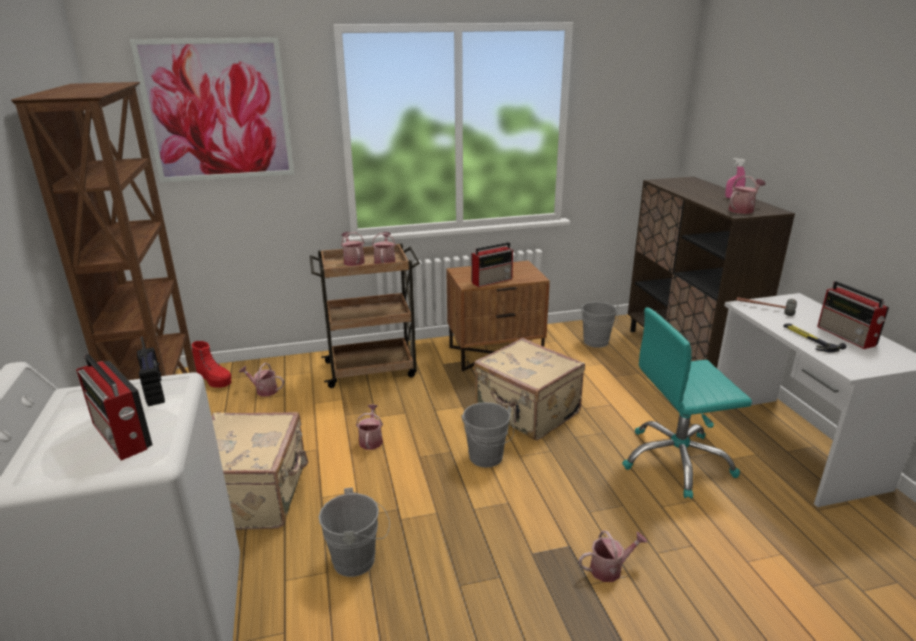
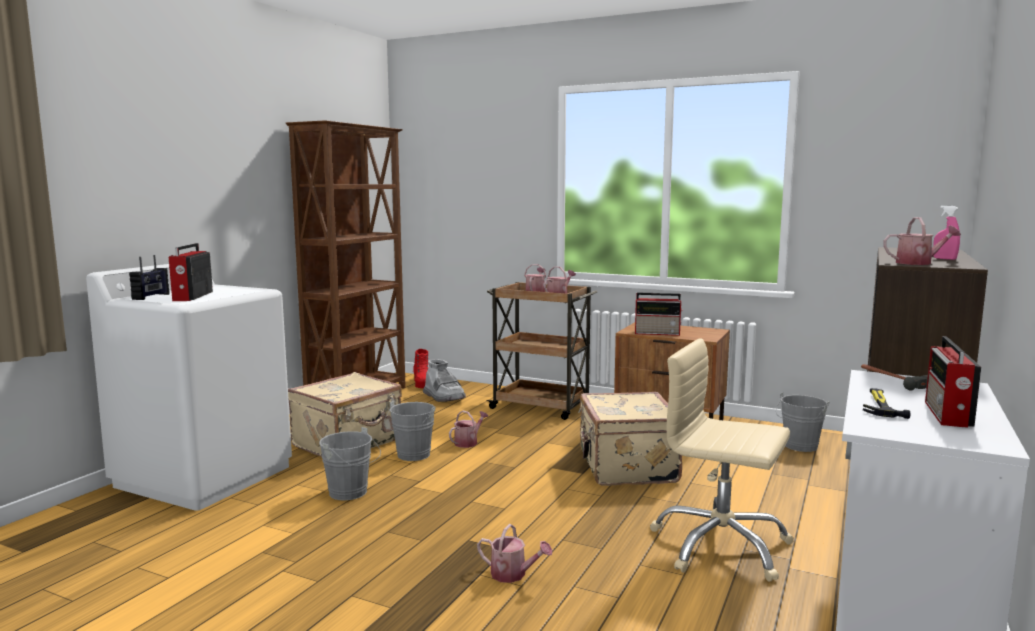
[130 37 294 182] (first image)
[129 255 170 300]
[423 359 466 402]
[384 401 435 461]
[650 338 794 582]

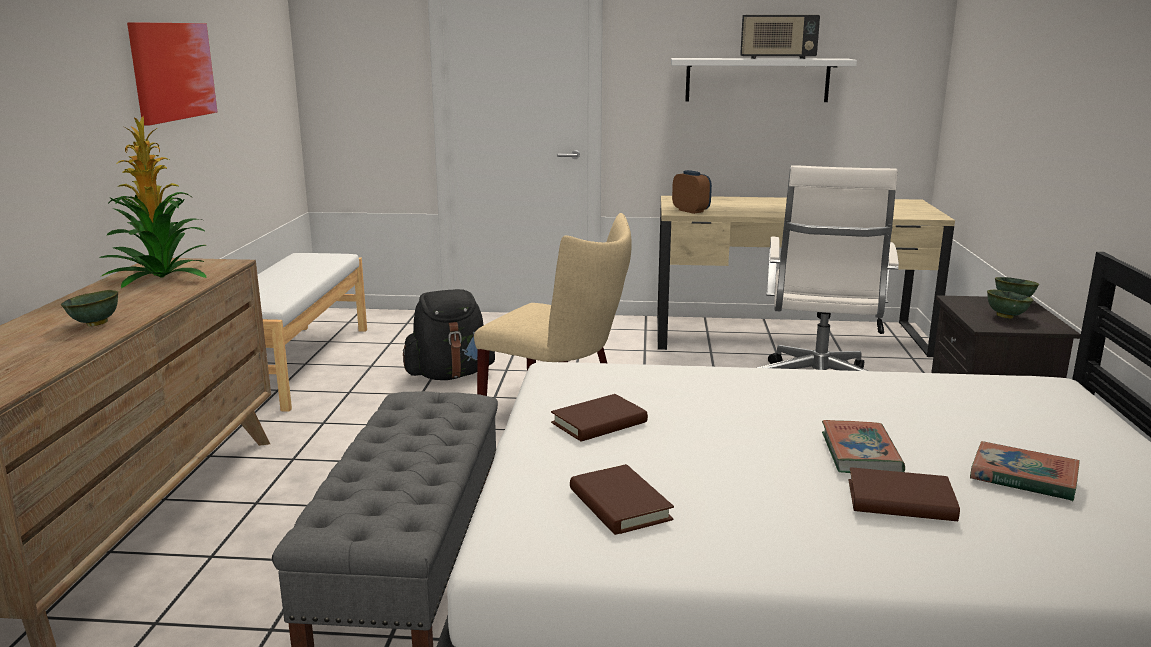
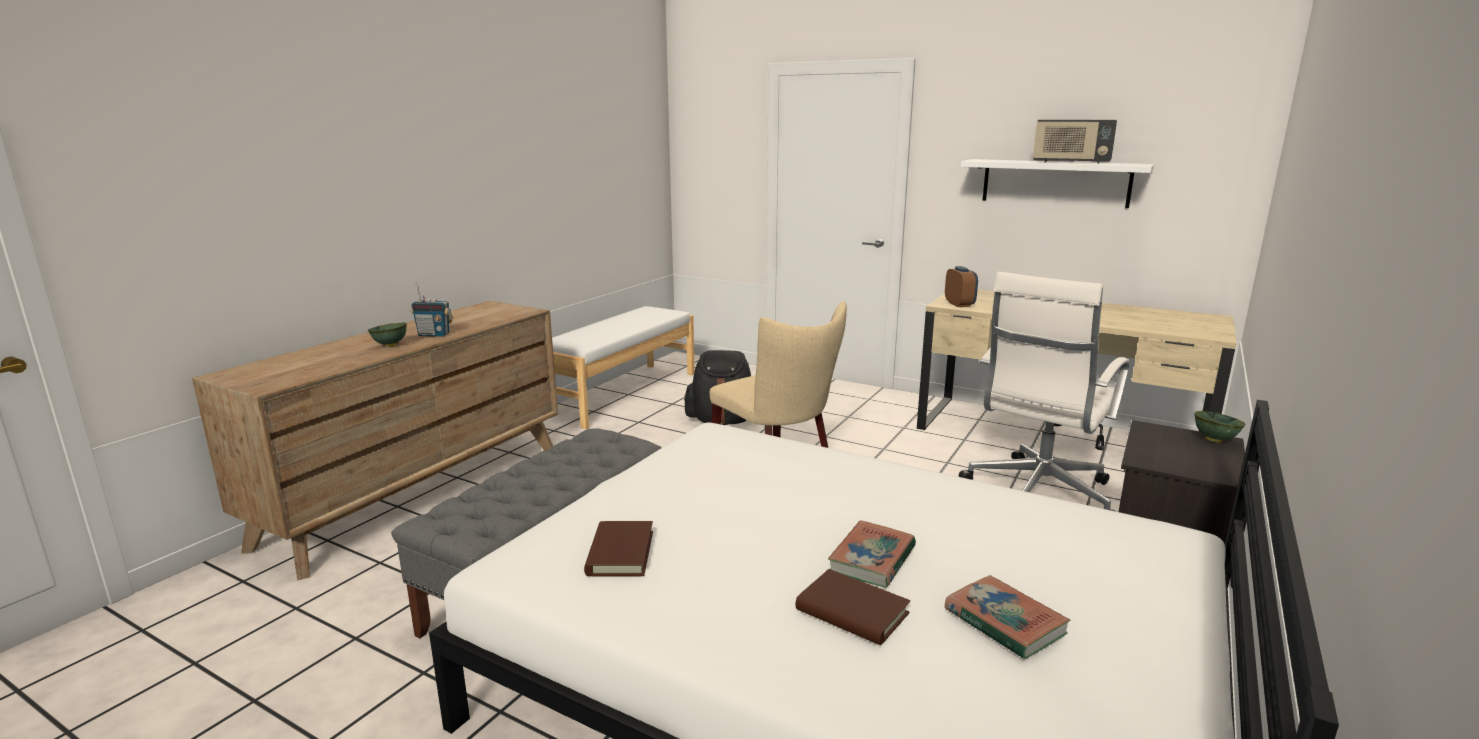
[99 115 206 288] (first image)
[127 22 217 125] (first image)
[551 394 648 442] (first image)
[987 290 1034 319] (first image)
[411 282 453 337]

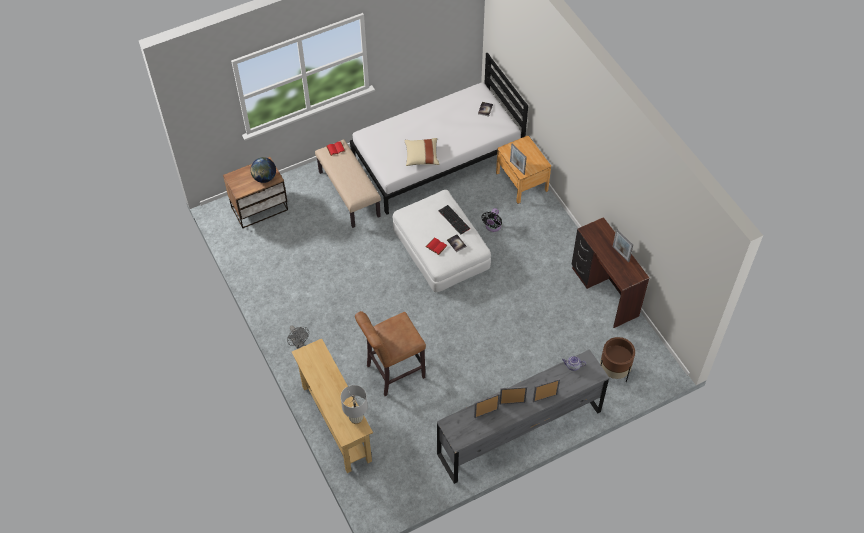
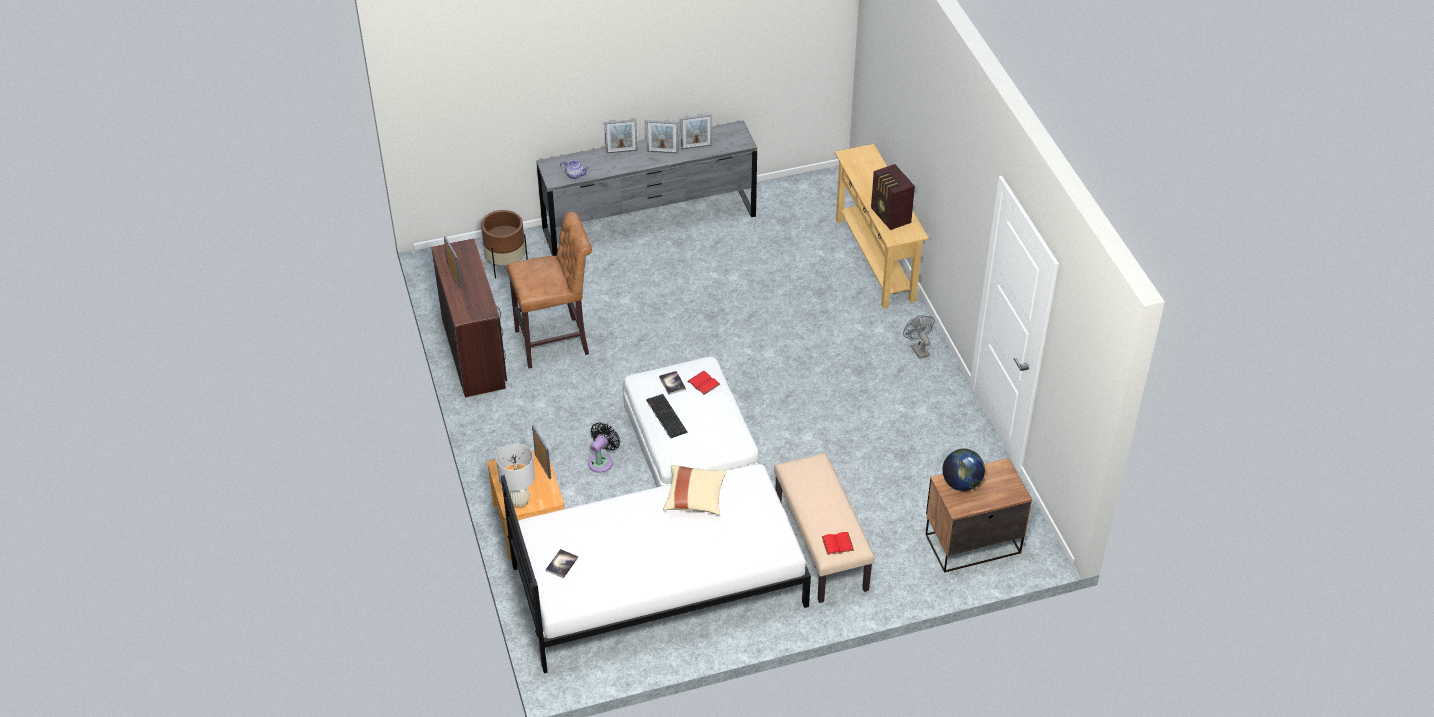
[496 443 535 508]
[507 212 592 369]
[871 164 915 230]

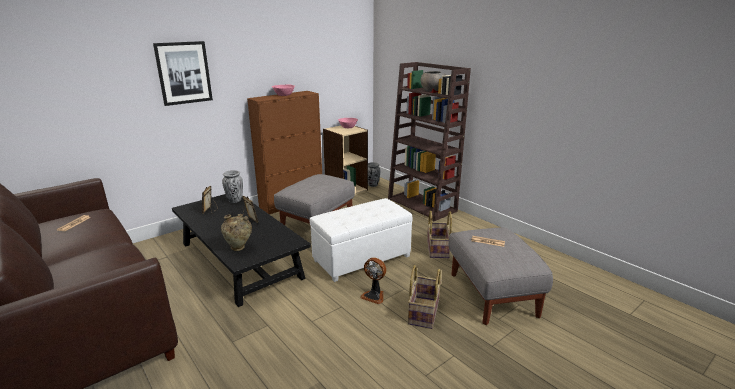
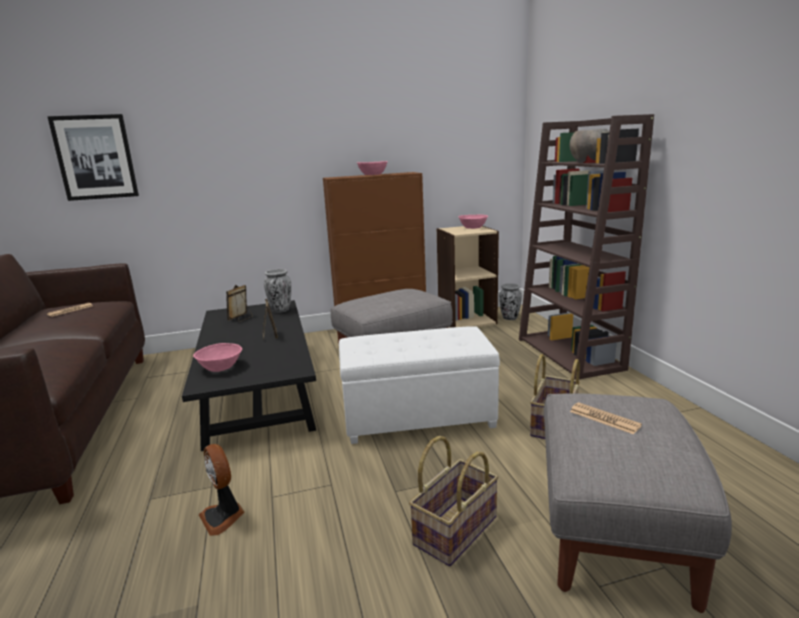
[47 114 139 201]
[193 343 242 372]
[199 444 244 536]

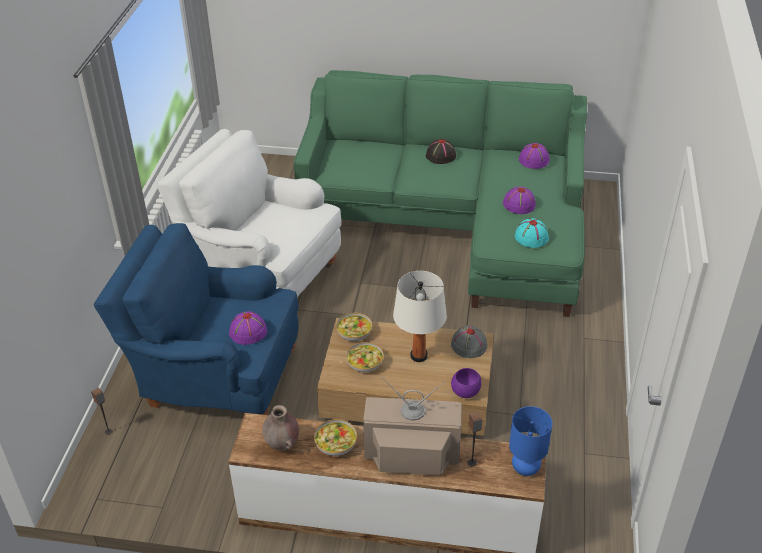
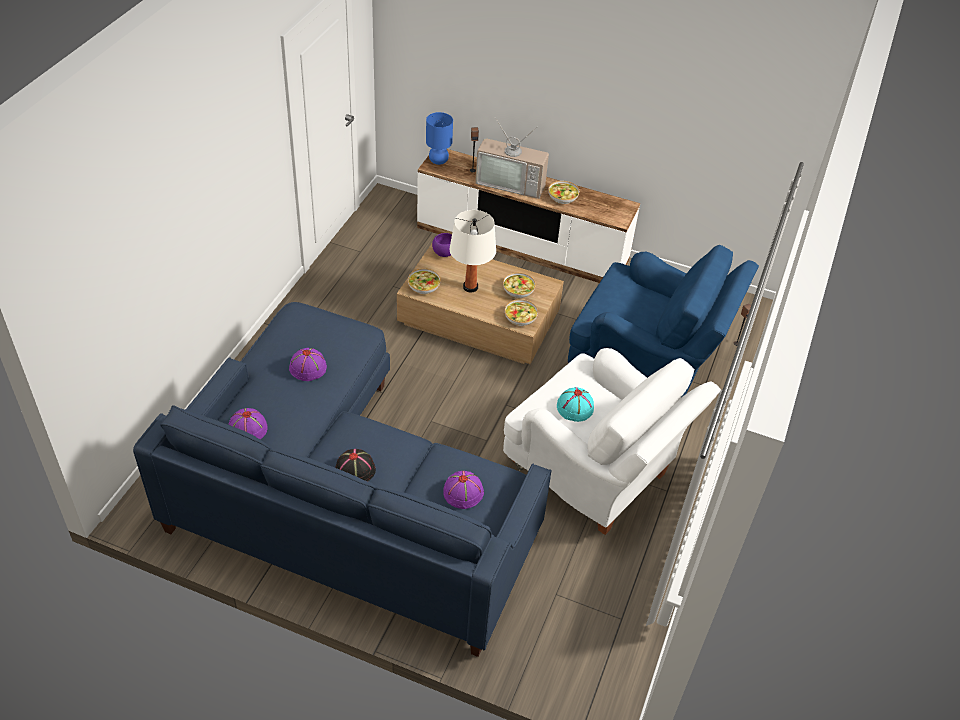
[443 471 484 509]
[262 405 299 450] (first image)
[133 302 551 657]
[408 269 441 294]
[557 387 594 422]

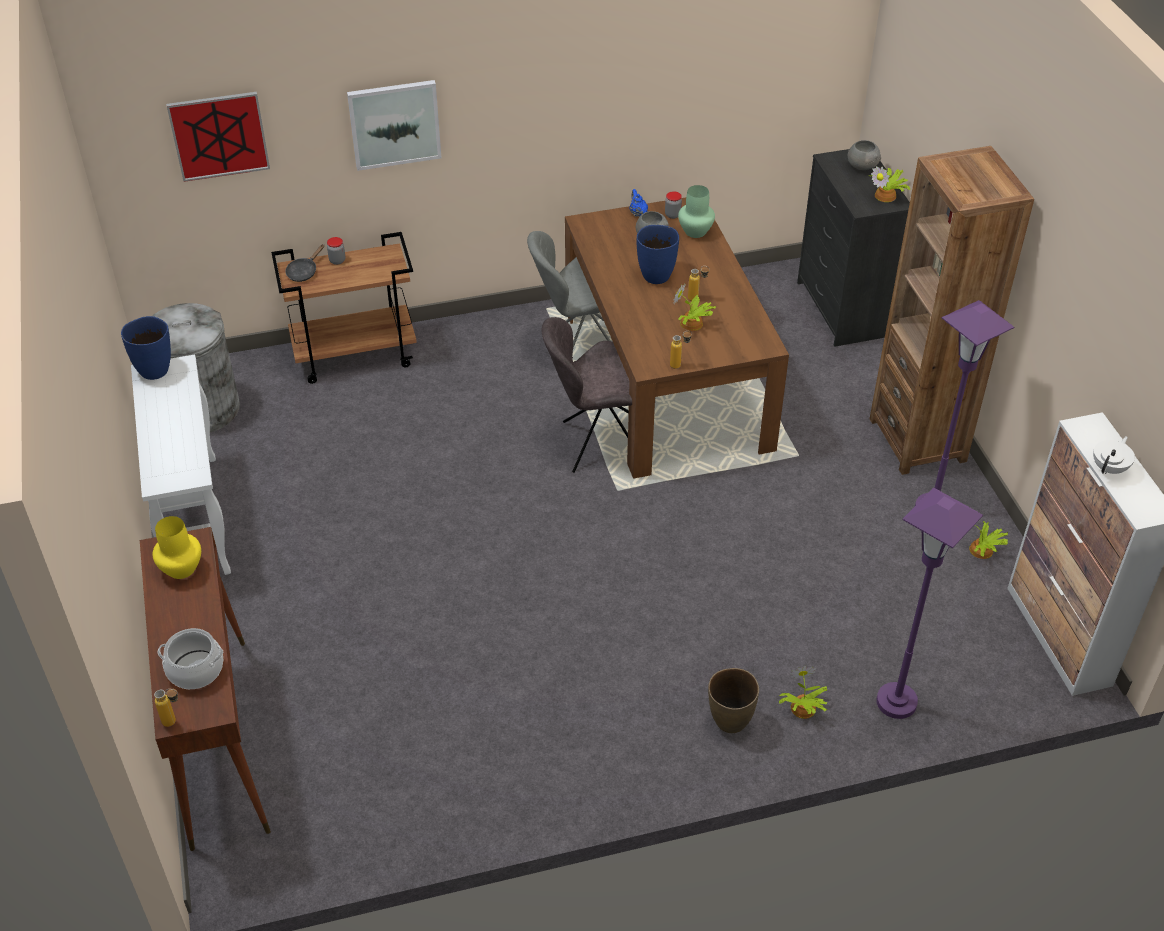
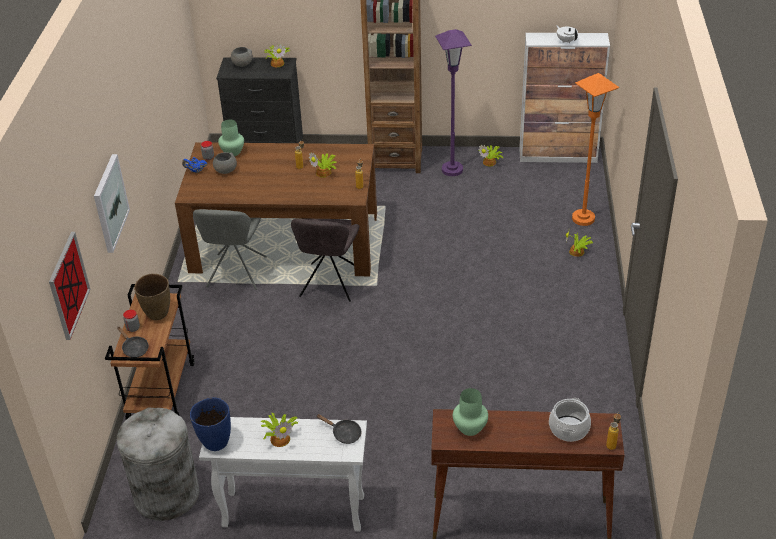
[453 388 488 436]
[636 225 679 284] (first image)
[134 274 170 320]
[572 73 619 226]
[260 412 299 447]
[316 414 362 444]

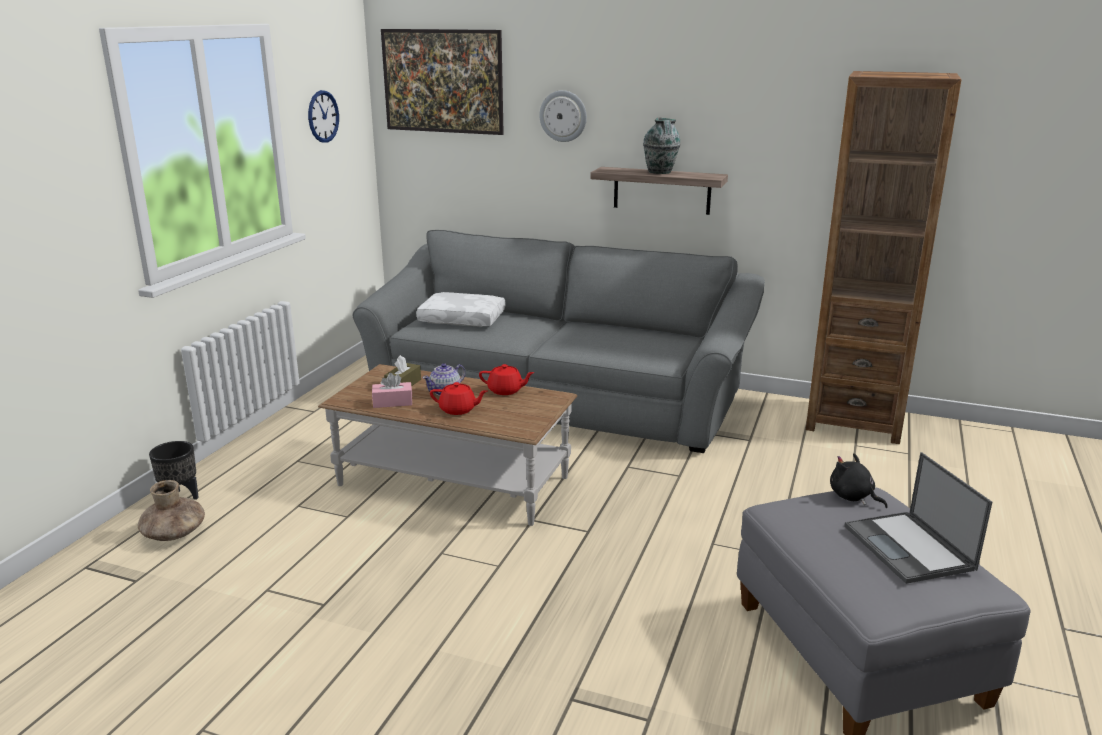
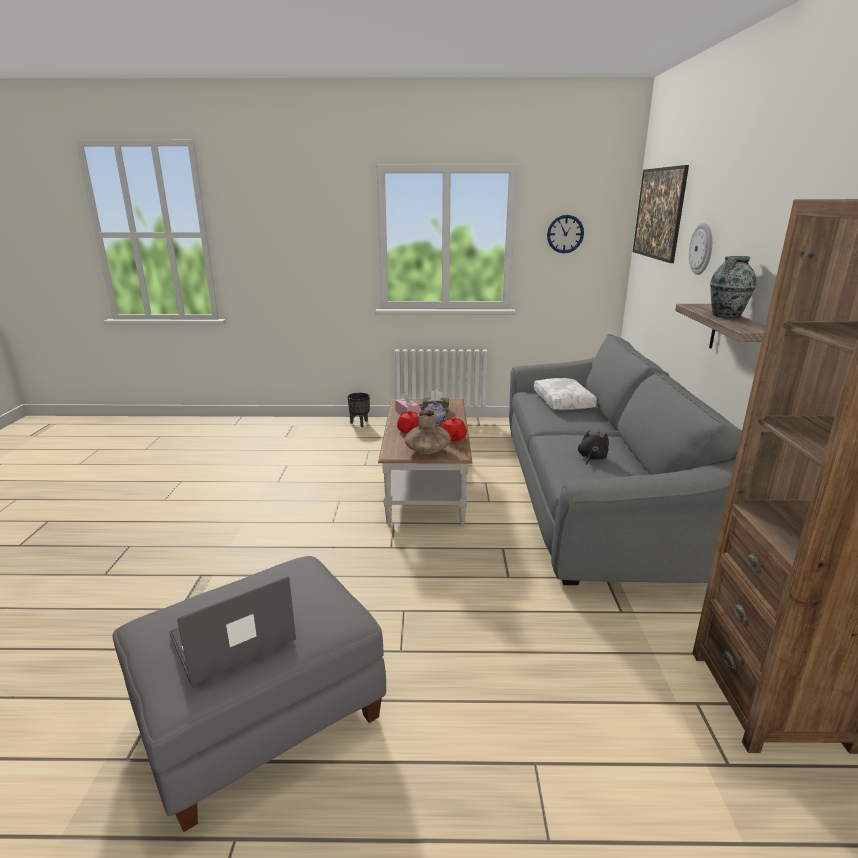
[405 410 451 454]
[578 431 609 465]

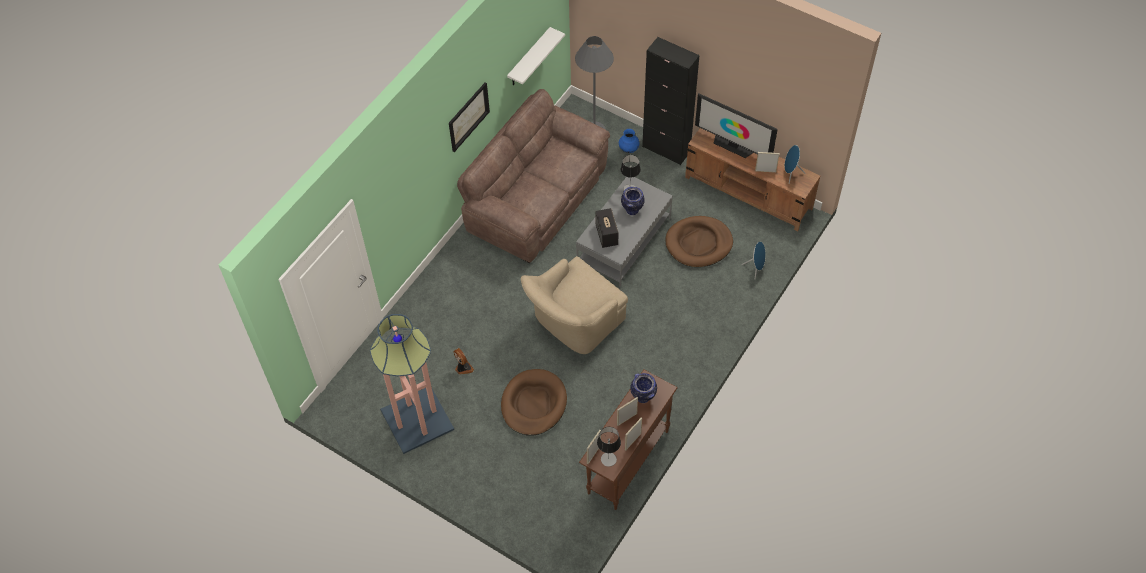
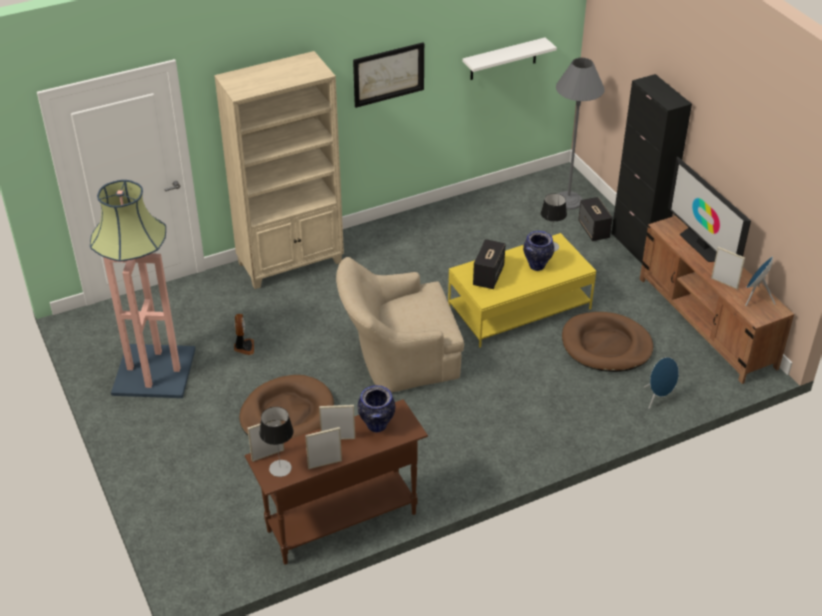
[457 89 610 263] (first image)
[448 233 596 348]
[578 197 613 241]
[214 51 344 289]

